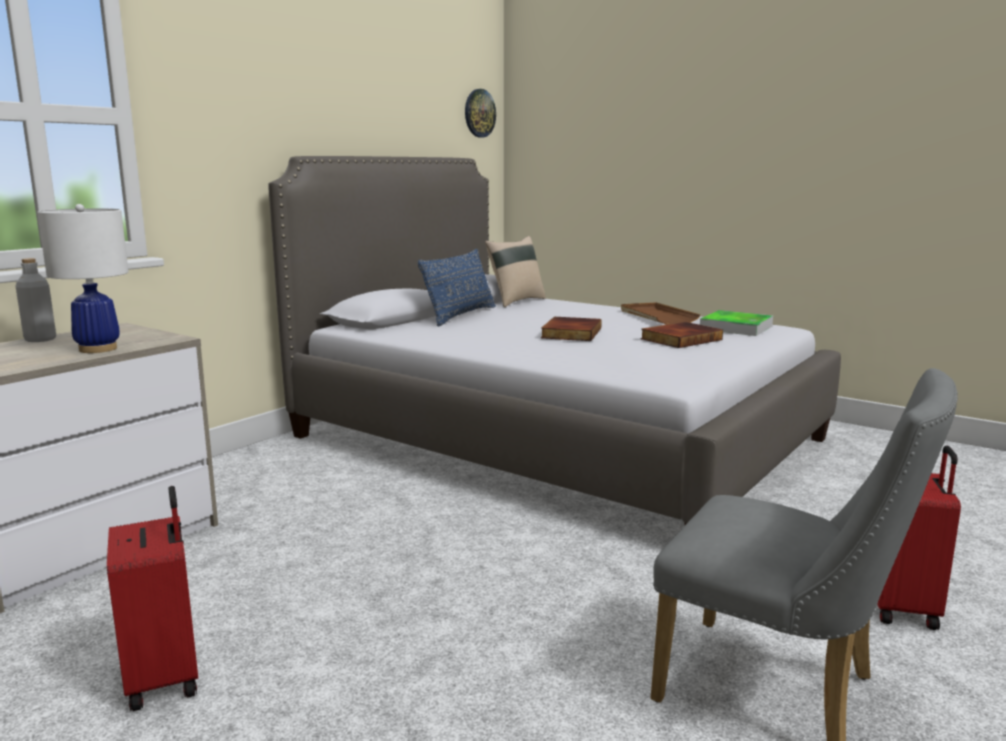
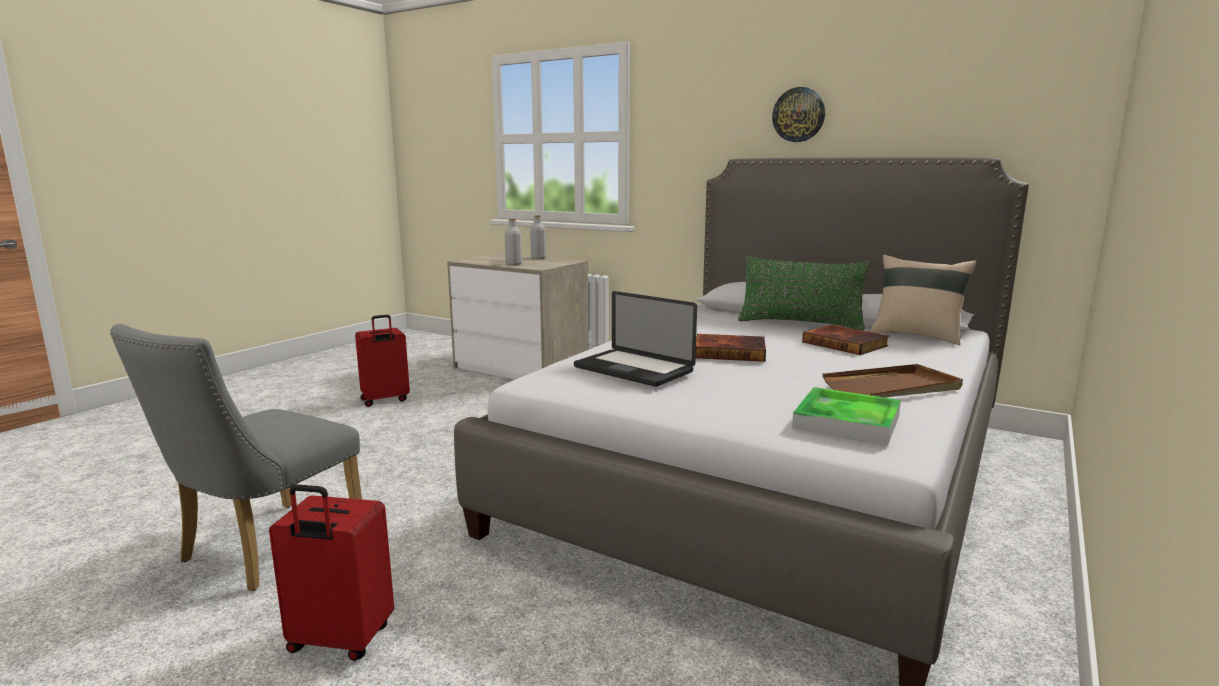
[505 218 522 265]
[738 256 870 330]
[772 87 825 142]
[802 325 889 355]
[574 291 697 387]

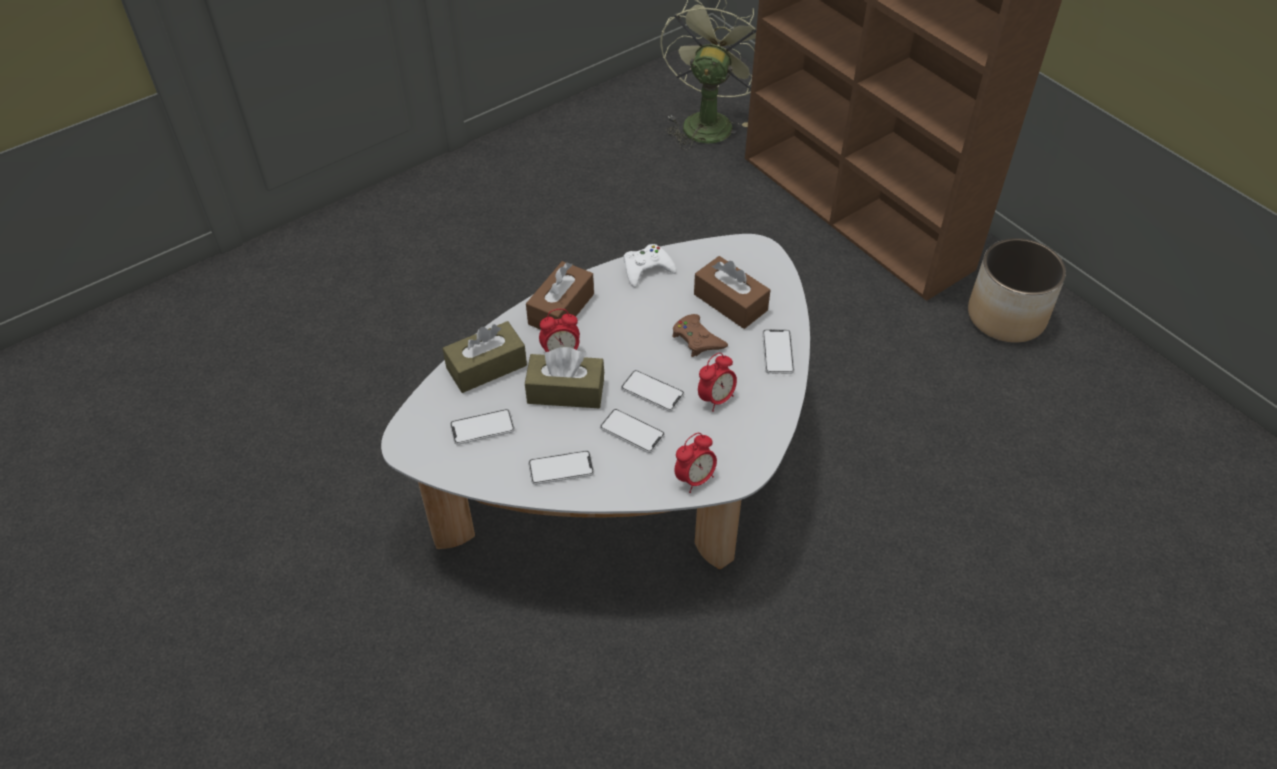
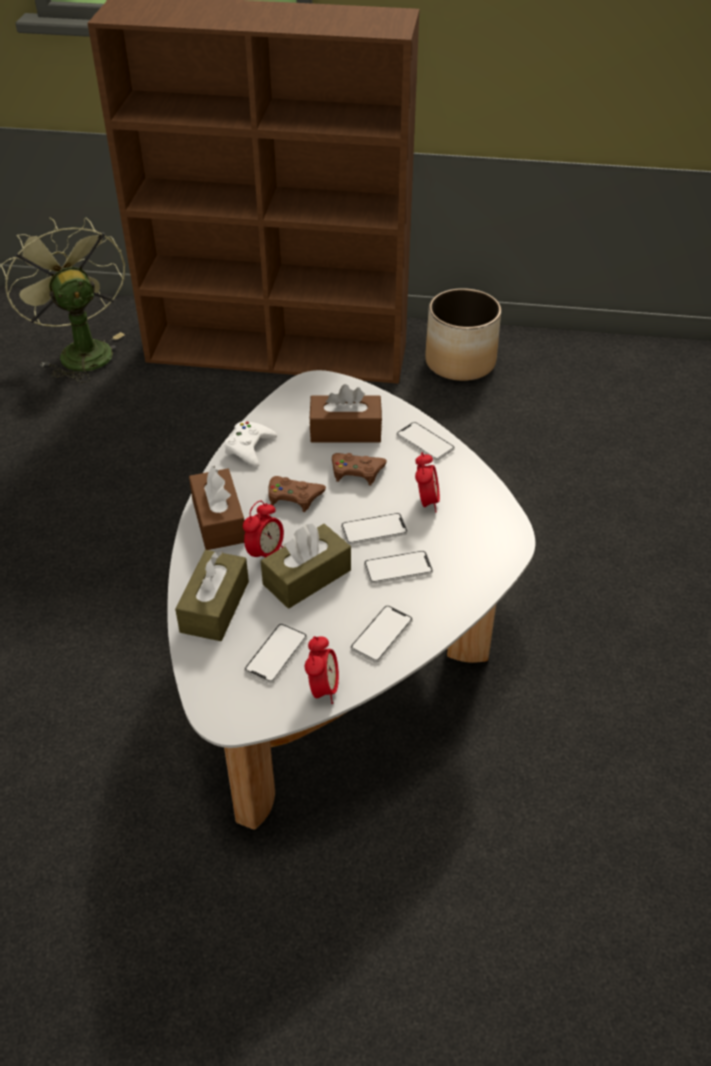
[305 636 339 704]
[268 476 326 512]

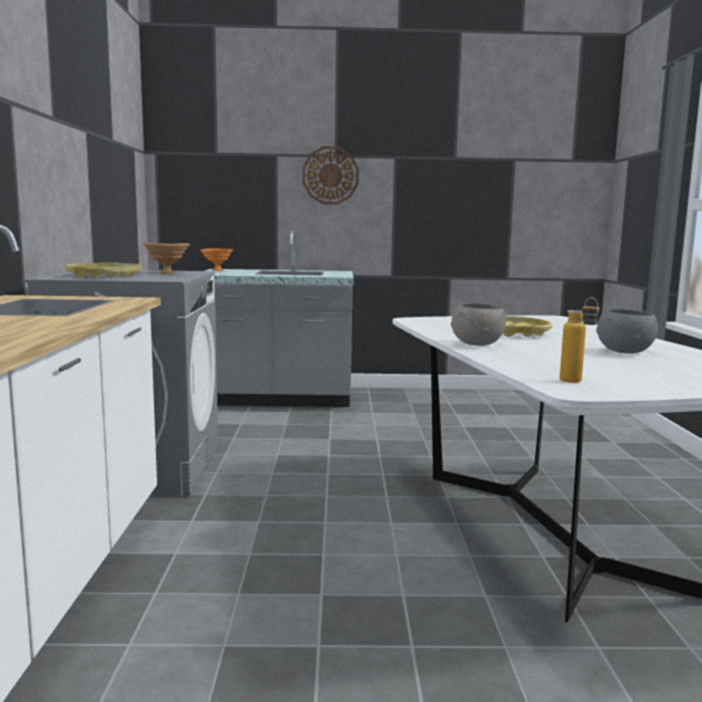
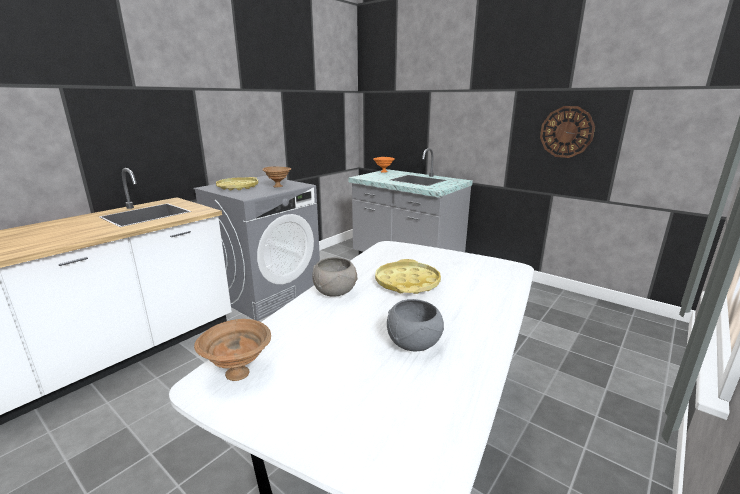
[540 106 595 158]
[194 319 271 381]

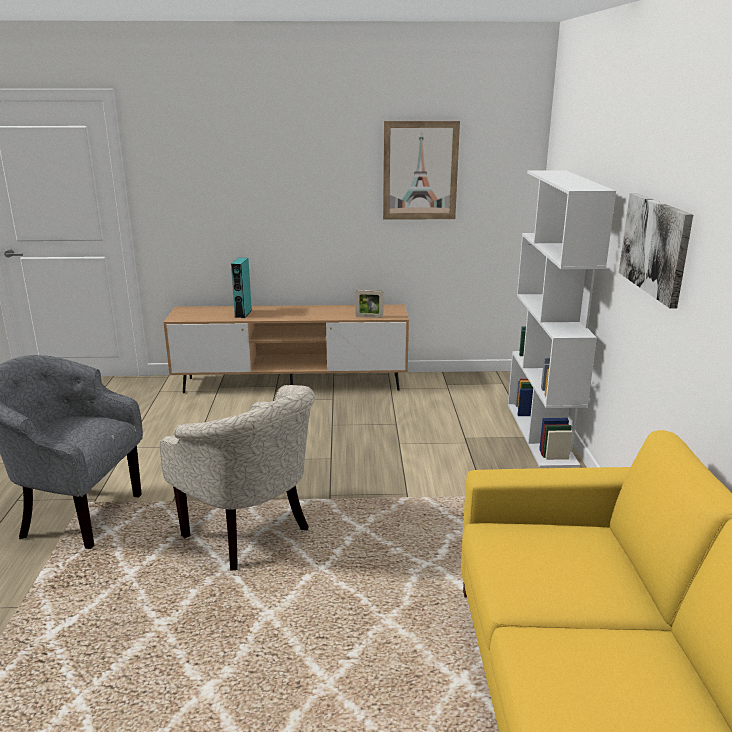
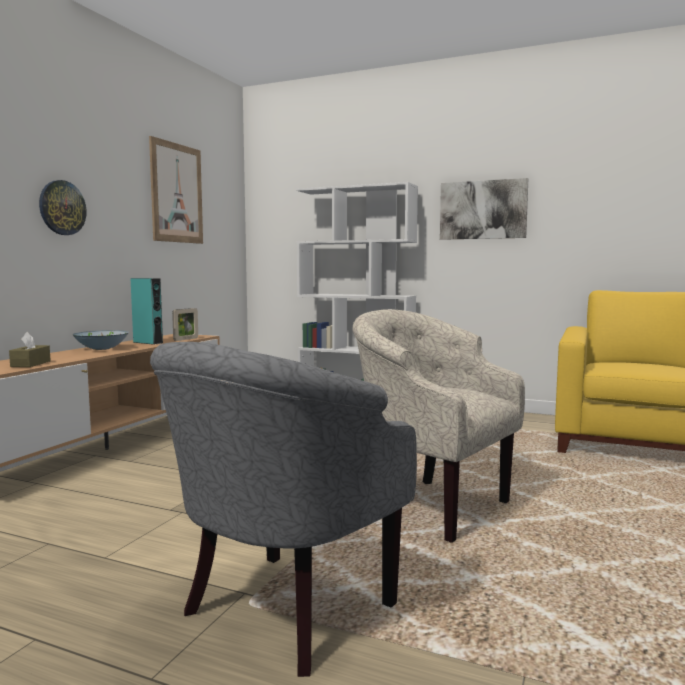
[352 309 525 543]
[130 278 163 345]
[9 332 51 367]
[39 180 87 235]
[72 330 129 350]

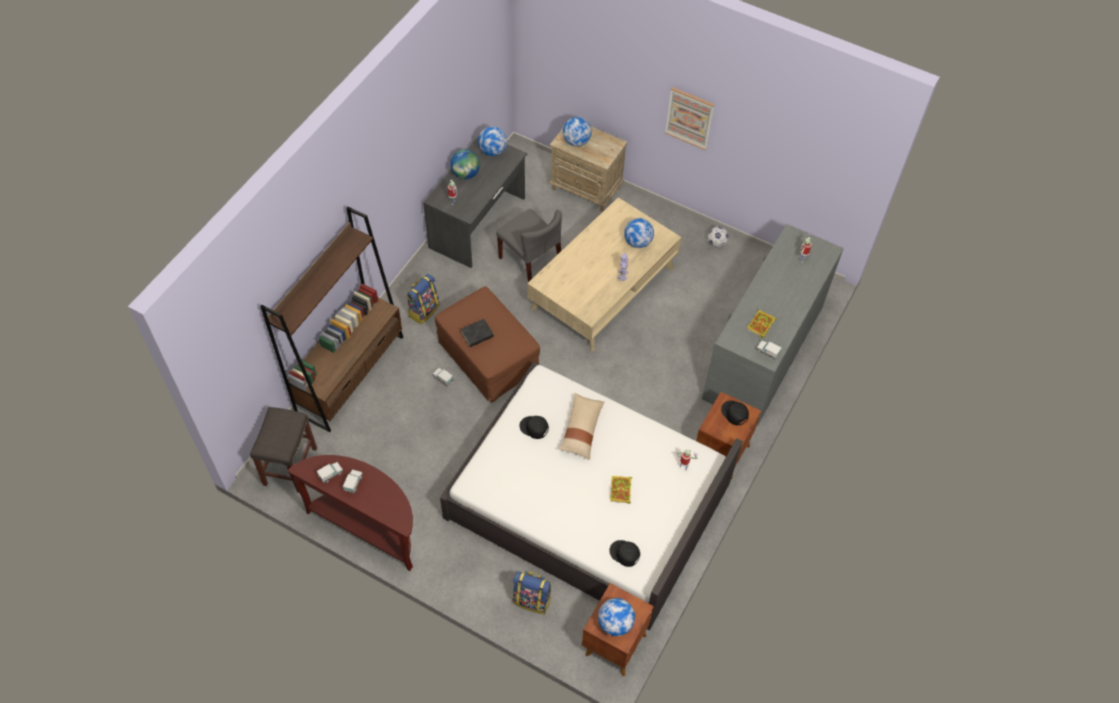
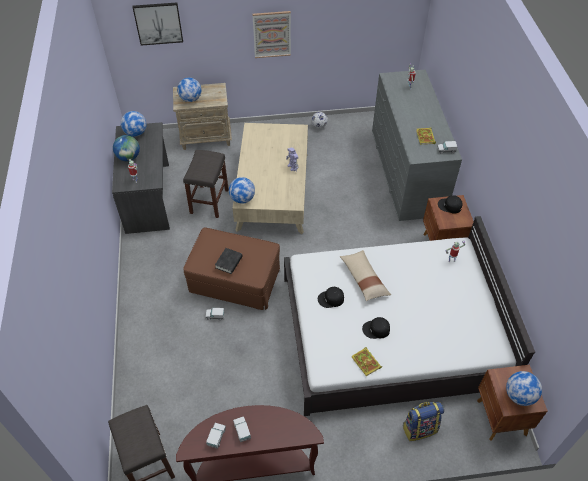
[260 206 403 432] (first image)
[406 274 439 324] (first image)
[183 150 229 218]
[362 317 390 339]
[352 347 382 377]
[229 177 255 204]
[133 3 183 46]

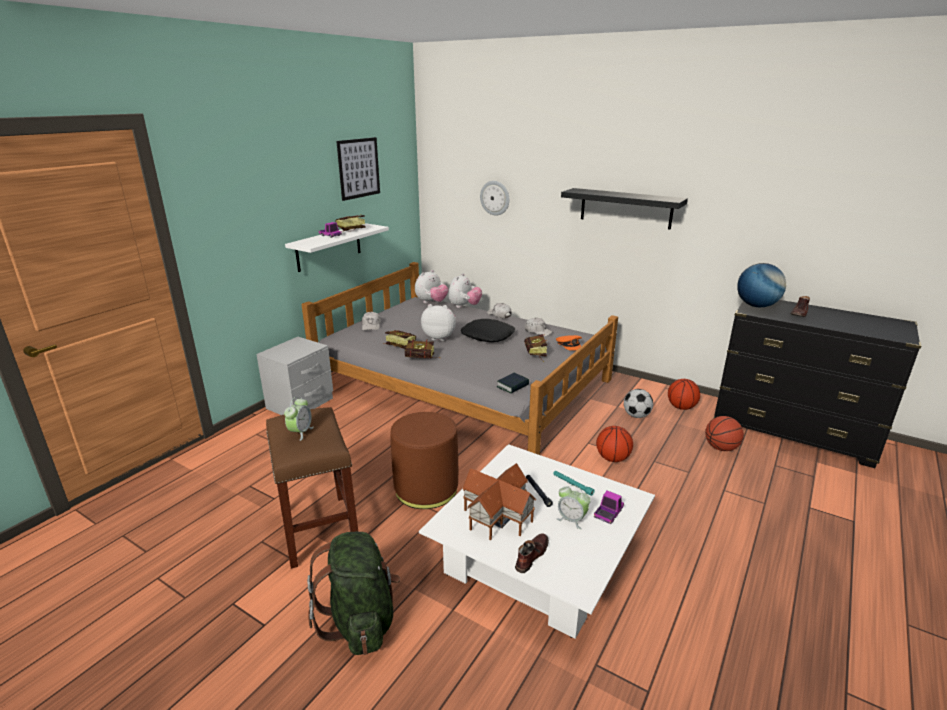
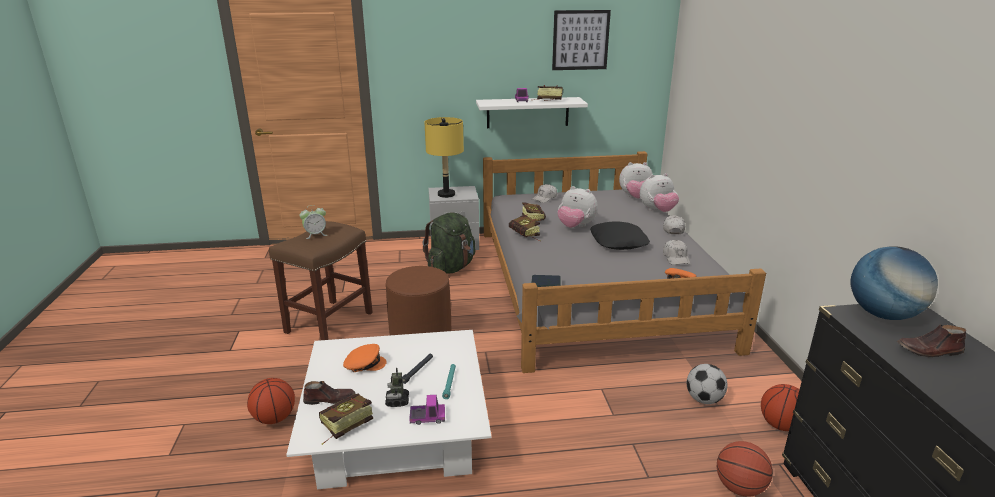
[422 212 476 273]
[557 186 598 228]
[343 344 387 372]
[480 181 510 216] (first image)
[319 394 373 445]
[385 368 409 407]
[561 188 688 230] (first image)
[247 378 295 424]
[424 117 464 198]

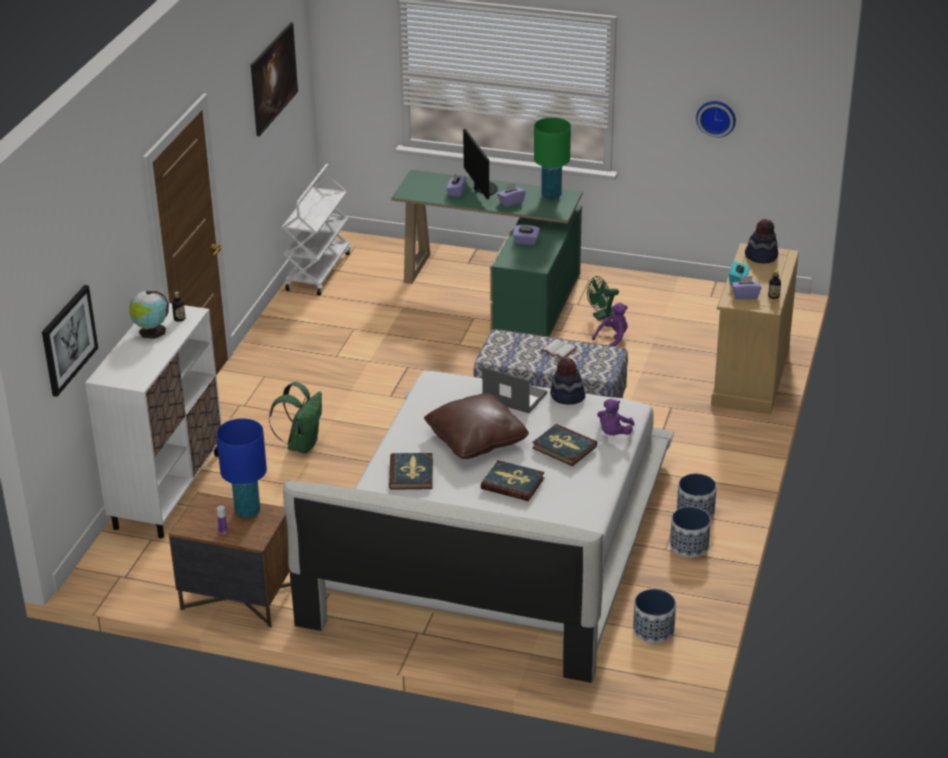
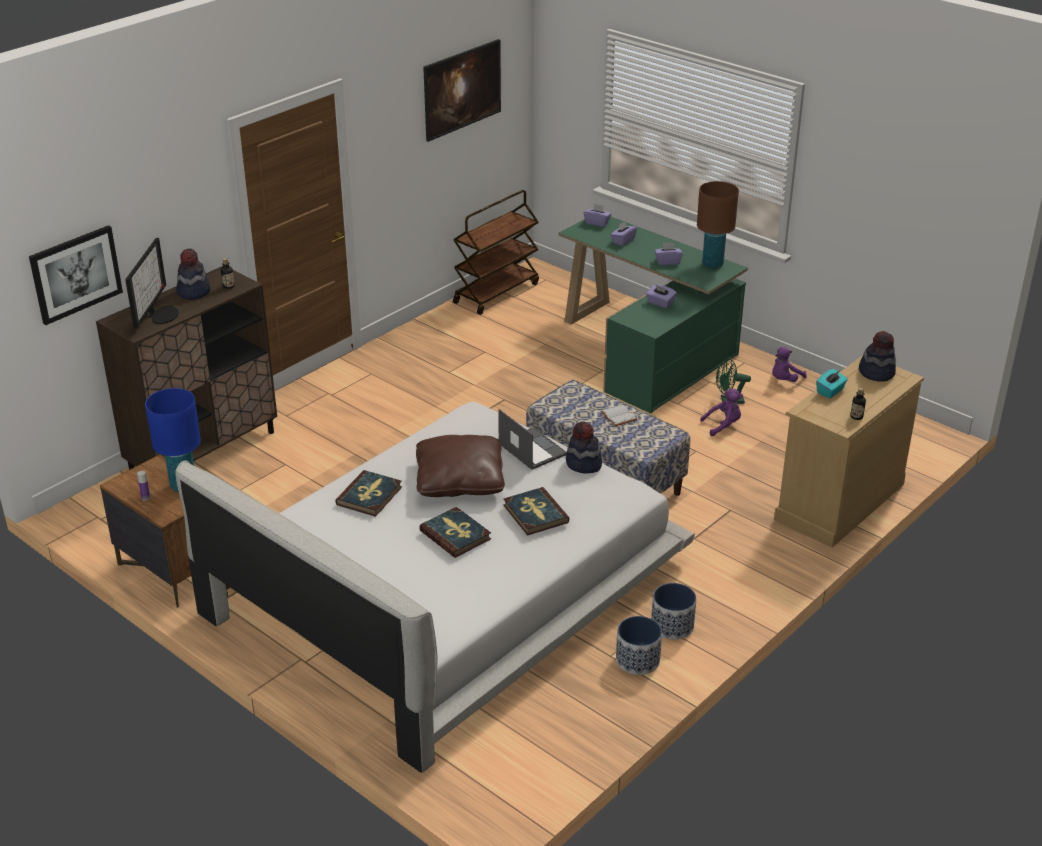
[96 266 277 470]
[176 249 211 300]
[269 382 322 454] (first image)
[453 190 539 315]
[125 238 179 328]
[697 181 739 268]
[772 347 807 382]
[633 589 676 643] (first image)
[696 101 736 138] (first image)
[584 204 611 227]

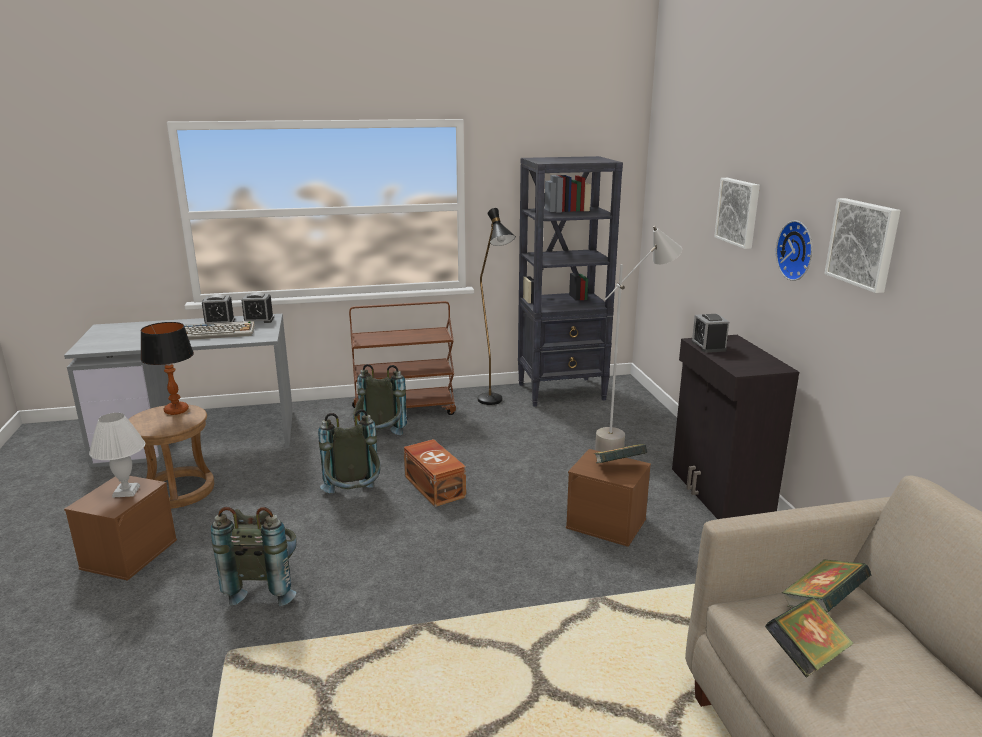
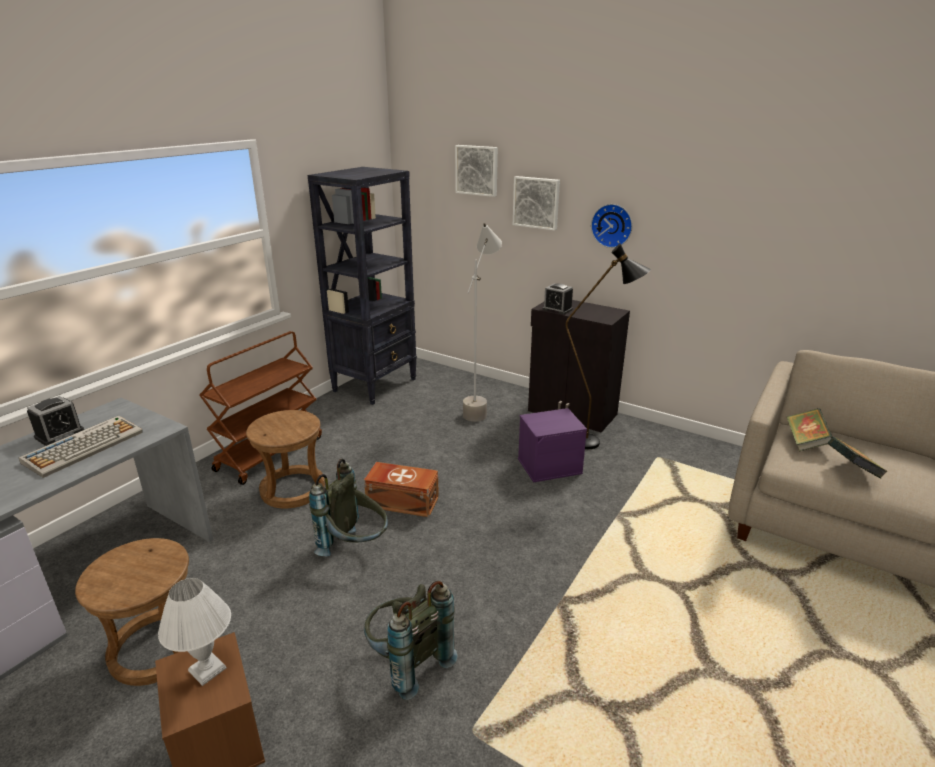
[140 322 194 415] (first image)
[241 292 274 323] (first image)
[246 410 325 508]
[565 243 651 449]
[518 408 587 483]
[594 444 647 463] (first image)
[455 145 498 197]

